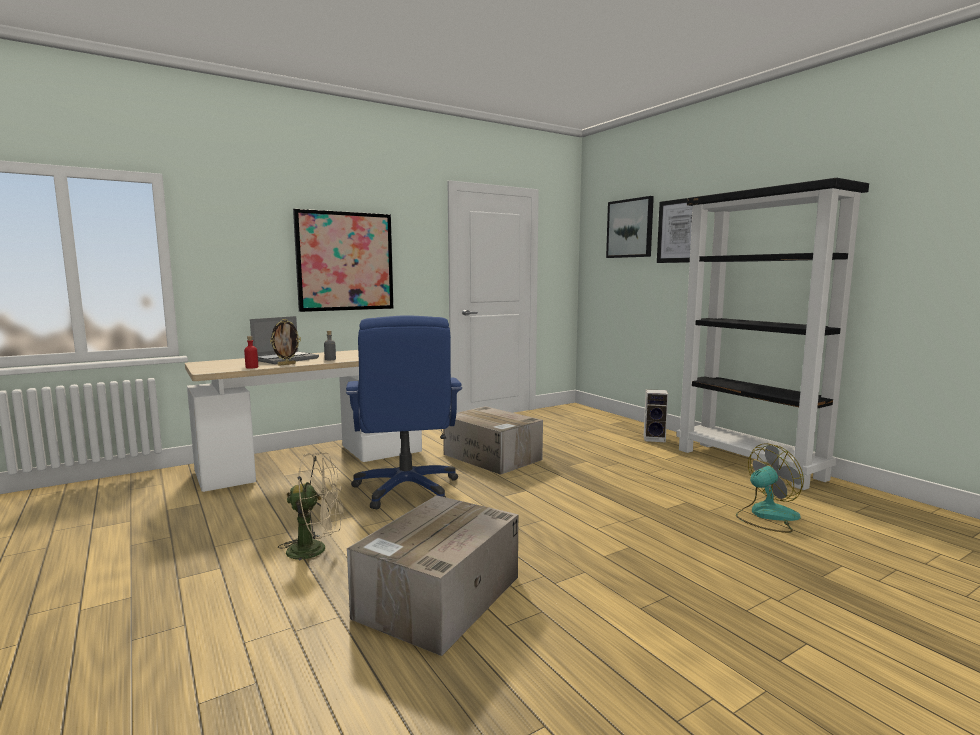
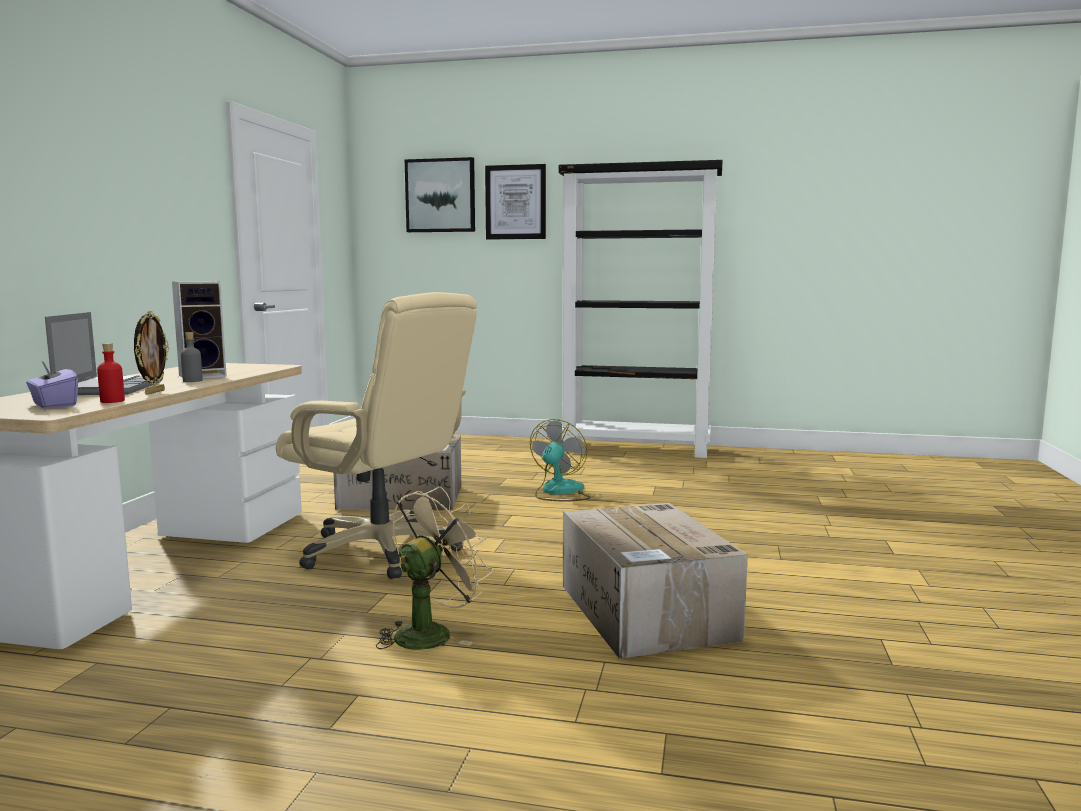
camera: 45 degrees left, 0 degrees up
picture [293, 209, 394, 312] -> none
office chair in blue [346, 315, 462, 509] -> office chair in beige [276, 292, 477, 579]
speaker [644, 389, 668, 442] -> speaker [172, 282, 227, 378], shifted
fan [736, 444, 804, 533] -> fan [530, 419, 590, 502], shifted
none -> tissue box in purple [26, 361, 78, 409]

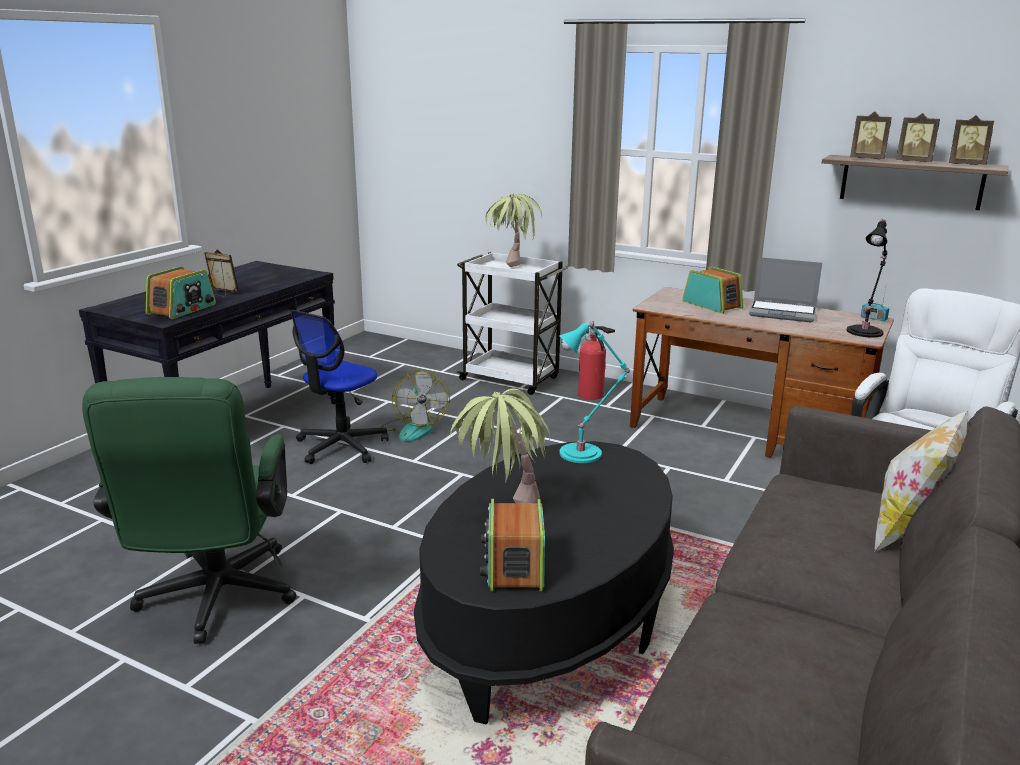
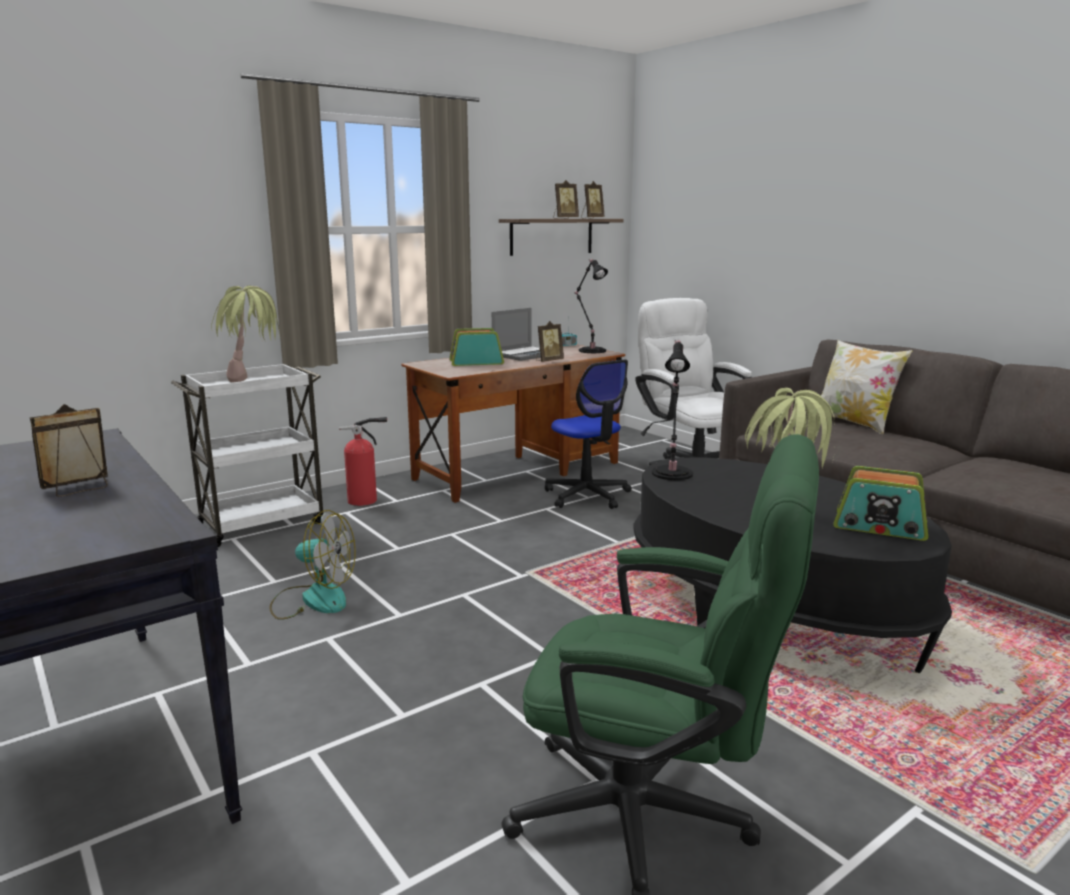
camera: 65 degrees left, 5 degrees down
radio [146, 266, 216, 319] -> none
office chair [290, 310, 389, 464] -> office chair [545, 360, 632, 509], shifted
table lamp in turquoise [559, 321, 630, 463] -> table lamp in black [652, 340, 693, 480]
picture frame [850, 111, 892, 159] -> picture frame [536, 321, 564, 362], shifted

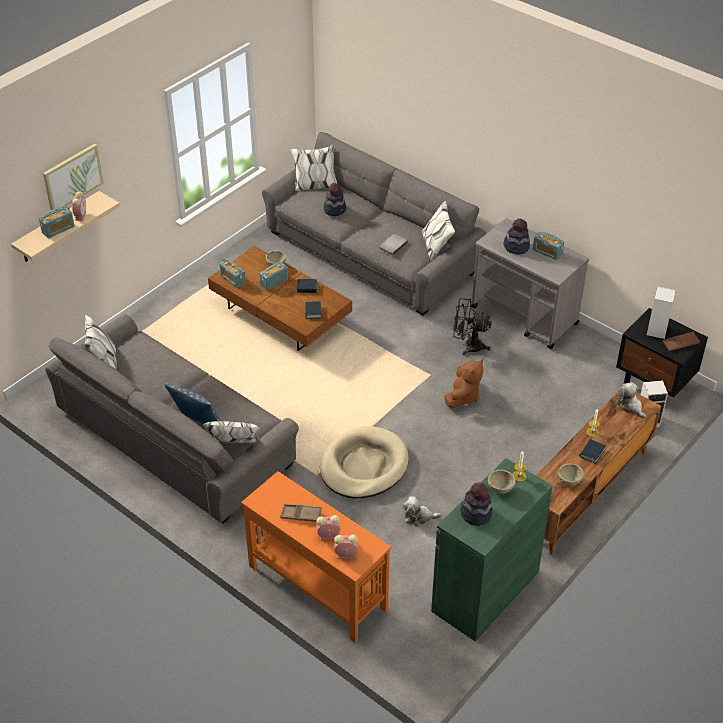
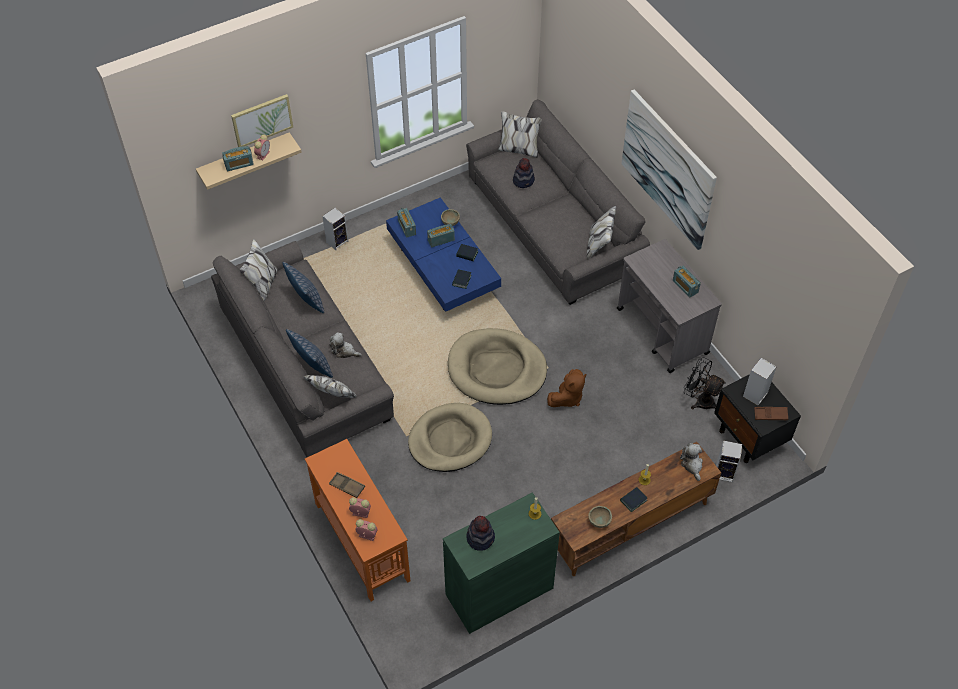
camera: 20 degrees right, 10 degrees up
coffee table in brown [208, 246, 352, 351] -> coffee table in blue [386, 197, 501, 312]
book in grey [379, 234, 408, 256] -> none
plush toy [403, 496, 442, 526] -> plush toy [330, 332, 362, 358], shifted
fan in black [453, 298, 492, 355] -> fan in black [684, 357, 726, 409], shifted
bowl in beige [488, 470, 515, 494] -> none
hat [503, 218, 530, 255] -> none
none -> pillow [282, 262, 324, 313]
none -> speaker [322, 208, 348, 250]
none -> dog bed in beige [448, 328, 547, 405]
none -> picture [621, 90, 717, 250]

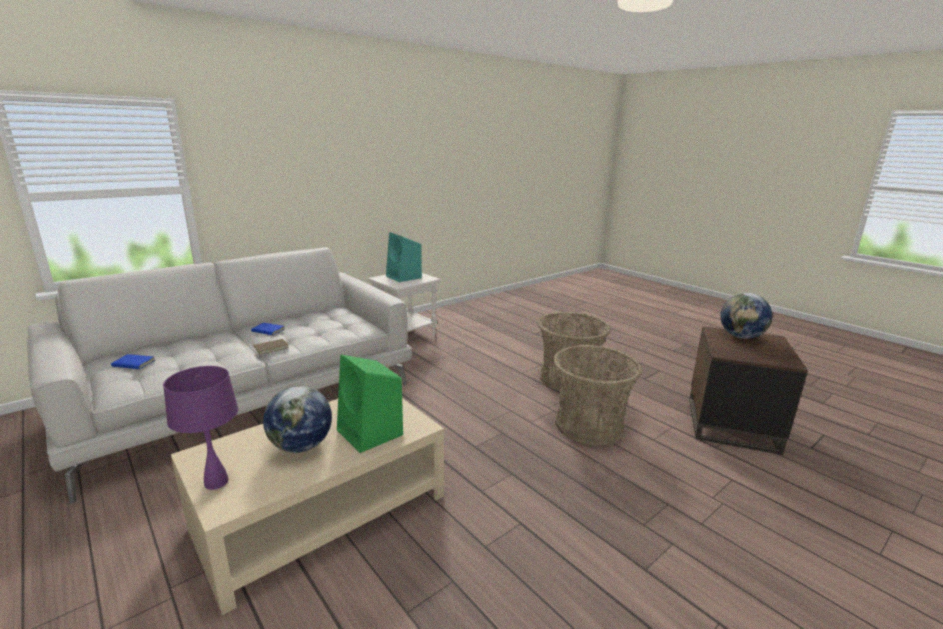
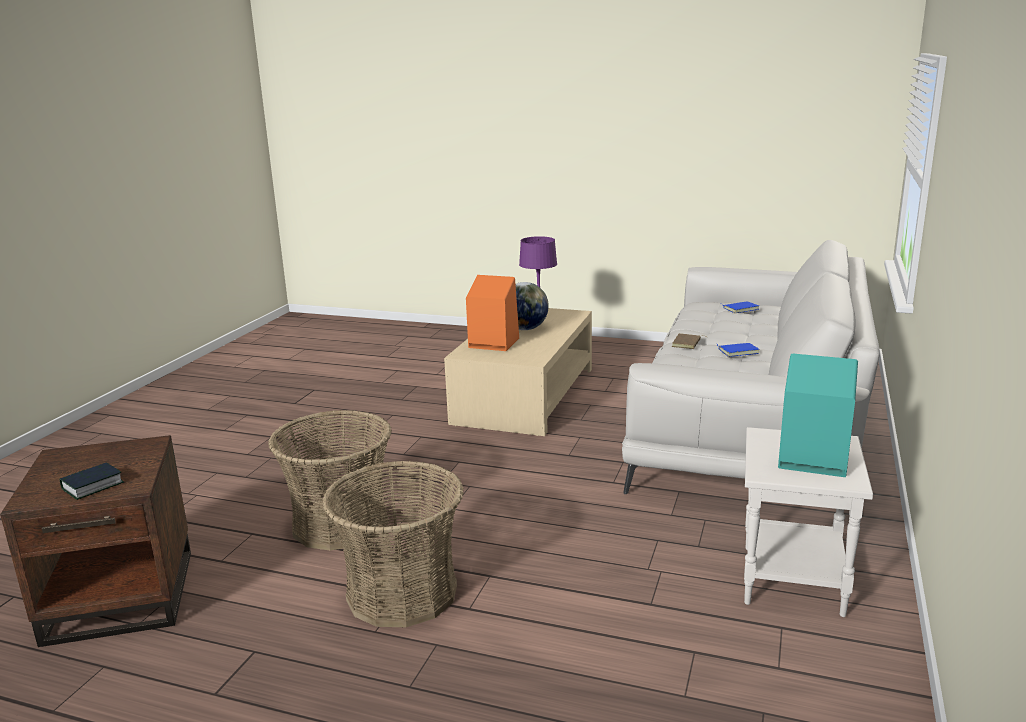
camera: 150 degrees right, 0 degrees up
speaker in green [337, 355, 403, 453] -> speaker in orange [466, 275, 519, 351]
globe [720, 293, 772, 339] -> book [60, 462, 124, 500]

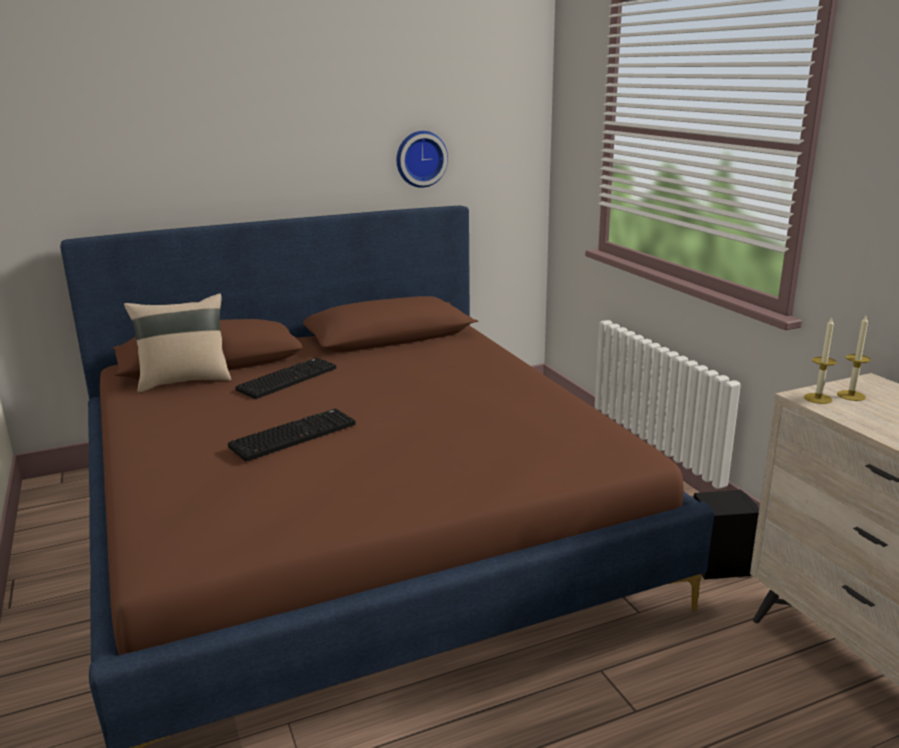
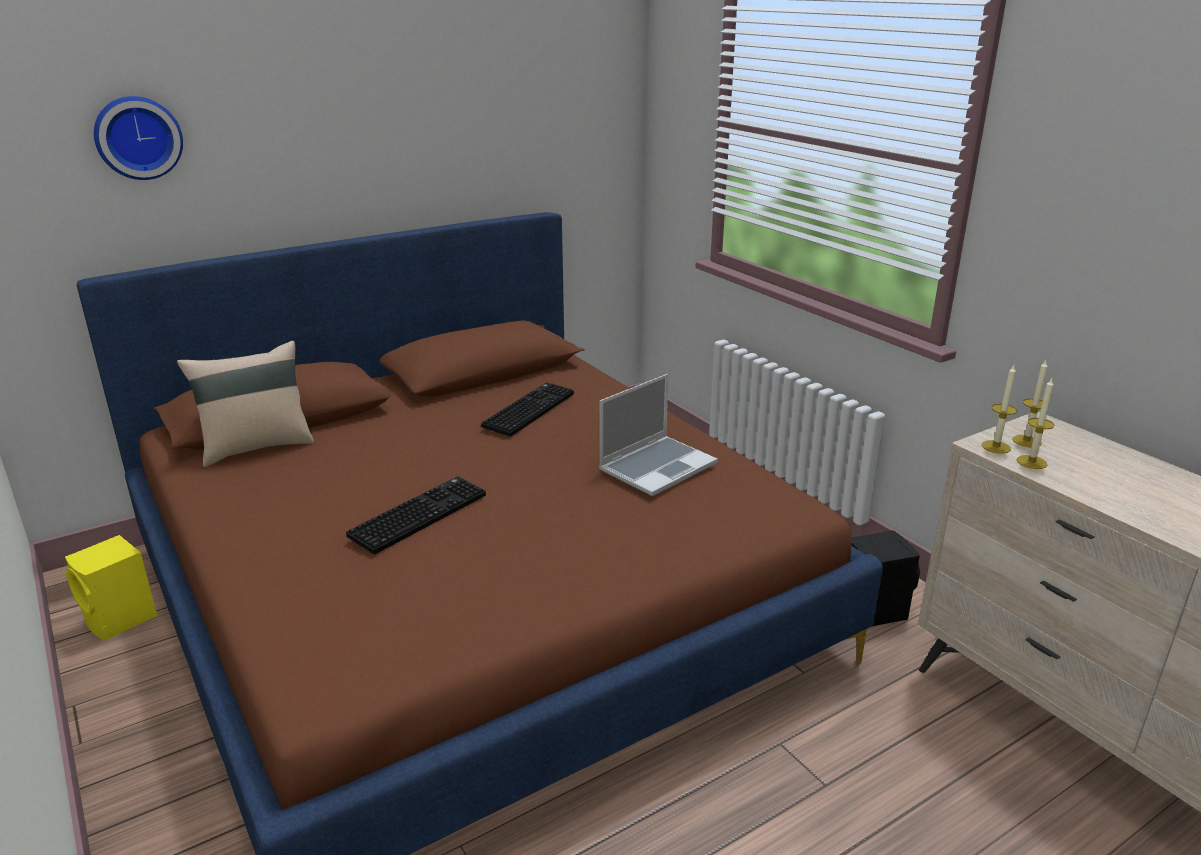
camera: 10 degrees left, 5 degrees up
keyboard [235, 358, 336, 399] -> keyboard [481, 382, 574, 437], shifted
wall clock [397, 131, 448, 188] -> wall clock [94, 96, 183, 180], shifted
none -> speaker in yellow [65, 535, 157, 641]
none -> laptop [599, 374, 718, 496]
none -> candle [1017, 378, 1055, 469]

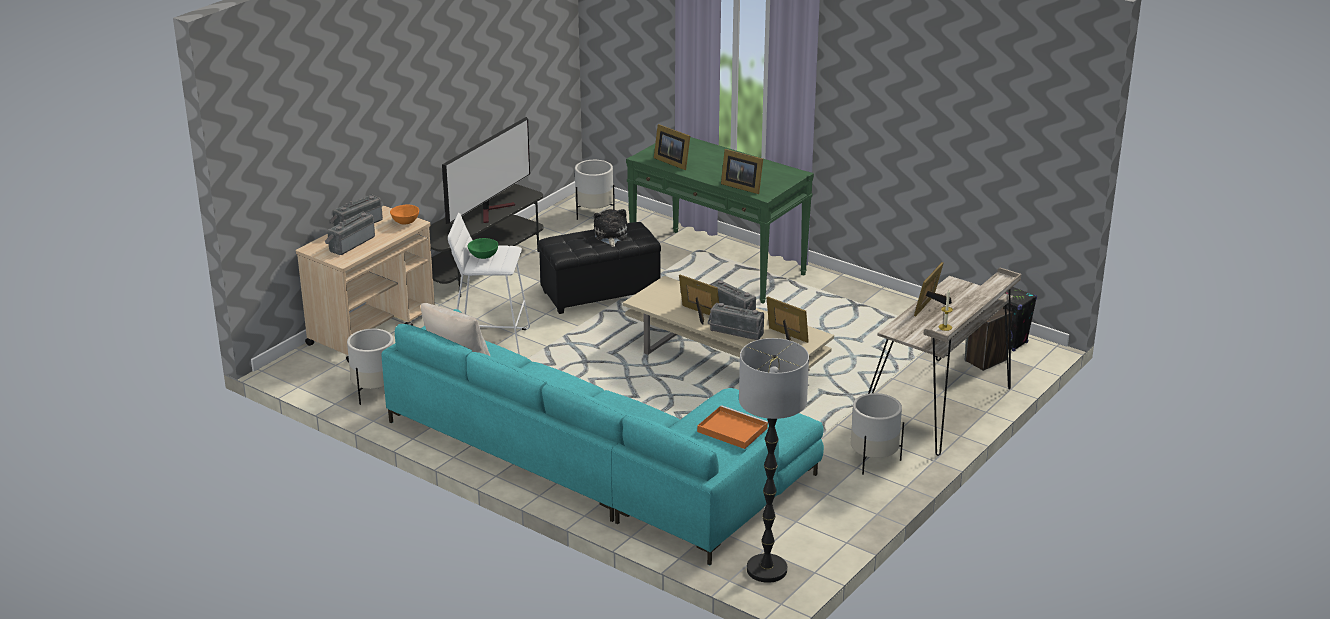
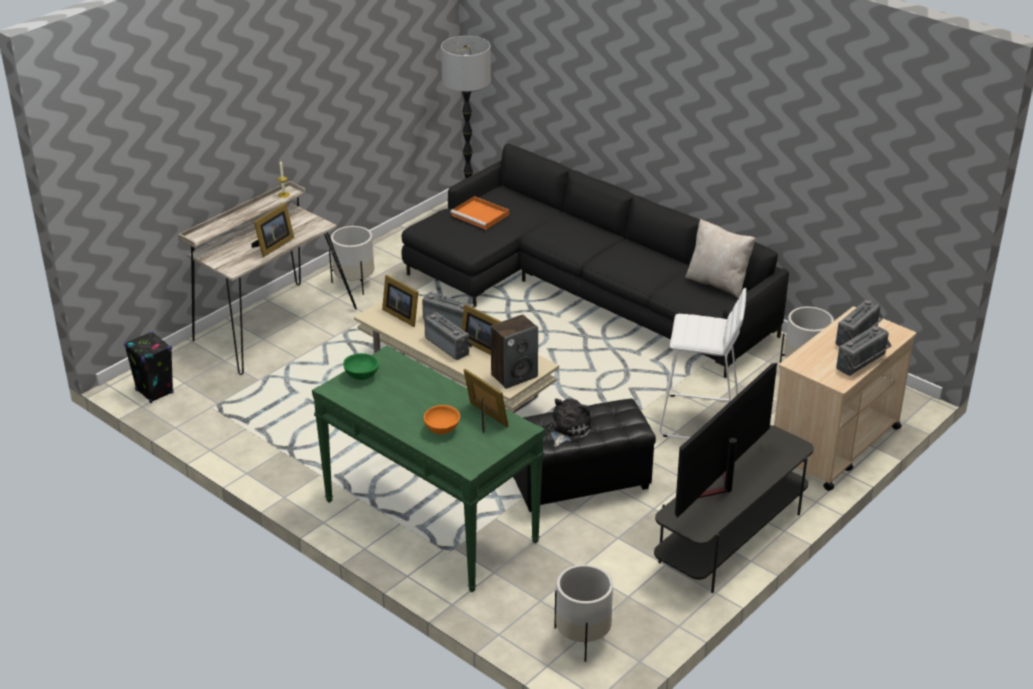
camera: 175 degrees left, 5 degrees up
sofa in turquoise [381, 309, 824, 565] -> sofa in black [401, 143, 789, 378]
bowl in orange [390, 205, 419, 224] -> bowl in orange [424, 405, 460, 434], shifted
bowl in green [468, 238, 498, 259] -> bowl in green [343, 353, 379, 380], shifted
plush toy [594, 209, 628, 247] -> plush toy [548, 399, 592, 447], 150 degrees counterclockwise
picture frame [721, 149, 763, 194] -> none
speaker [965, 307, 1013, 371] -> speaker [491, 314, 538, 389], shifted

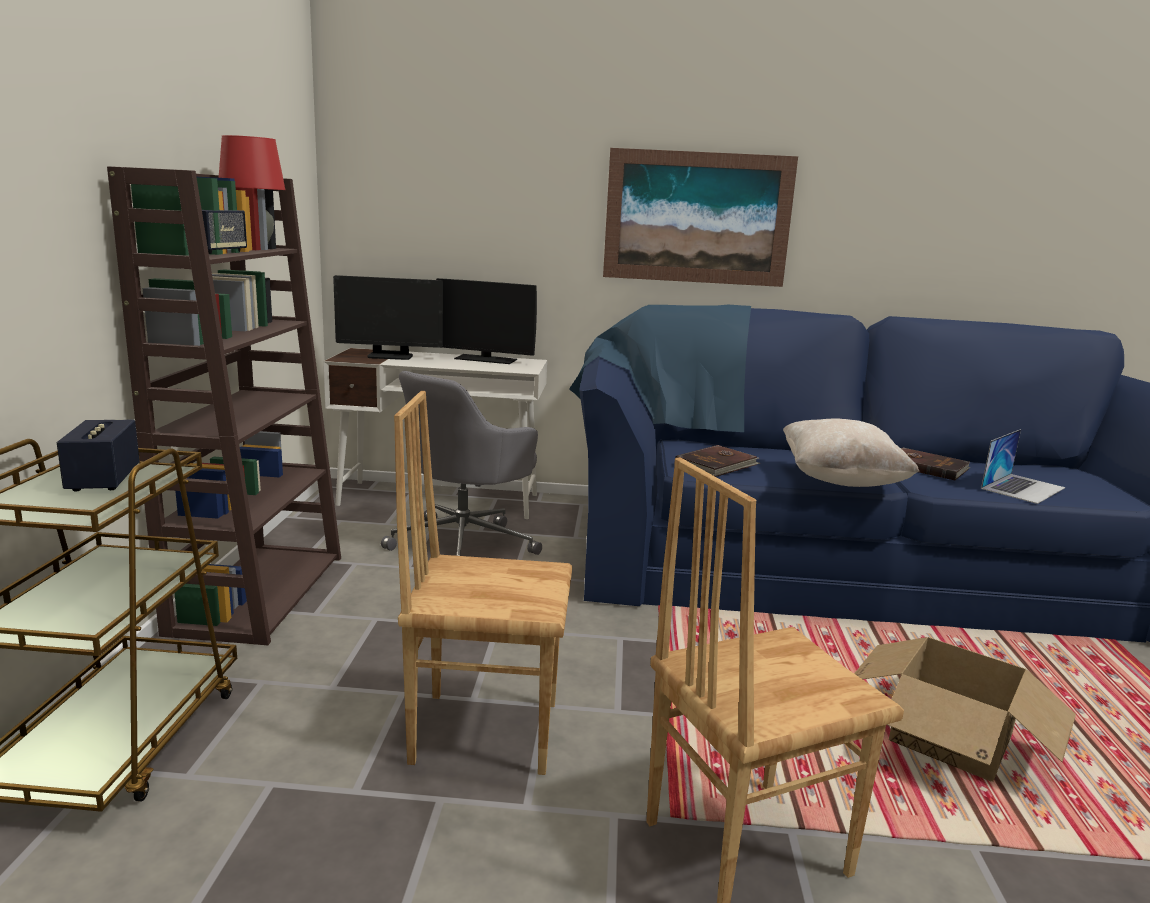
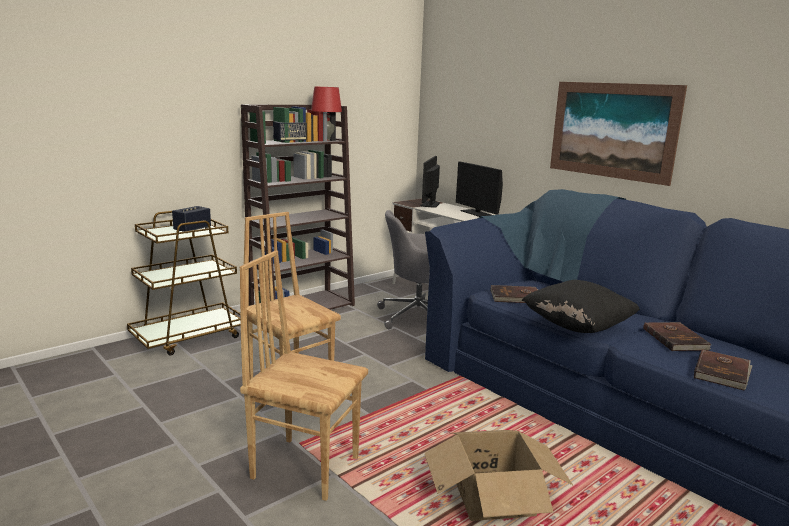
camera: 45 degrees right, 0 degrees up
monitor [333, 275, 443, 360] -> monitor [421, 156, 440, 208], 60 degrees clockwise
pillow in beige [783, 419, 919, 487] -> pillow in black [521, 280, 640, 333]
laptop [981, 429, 1065, 504] -> book in brown [694, 349, 753, 391]

